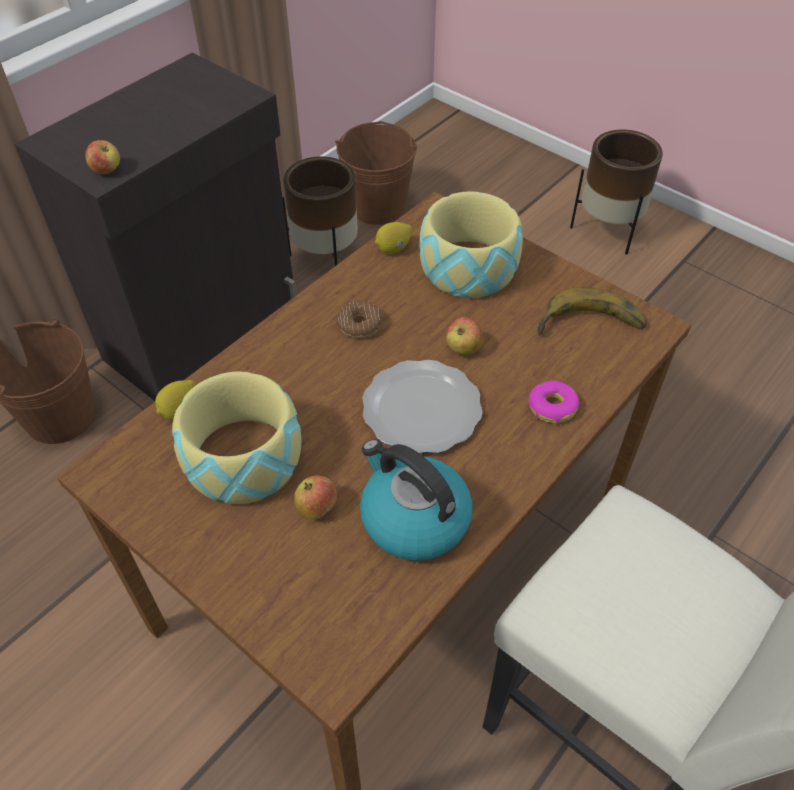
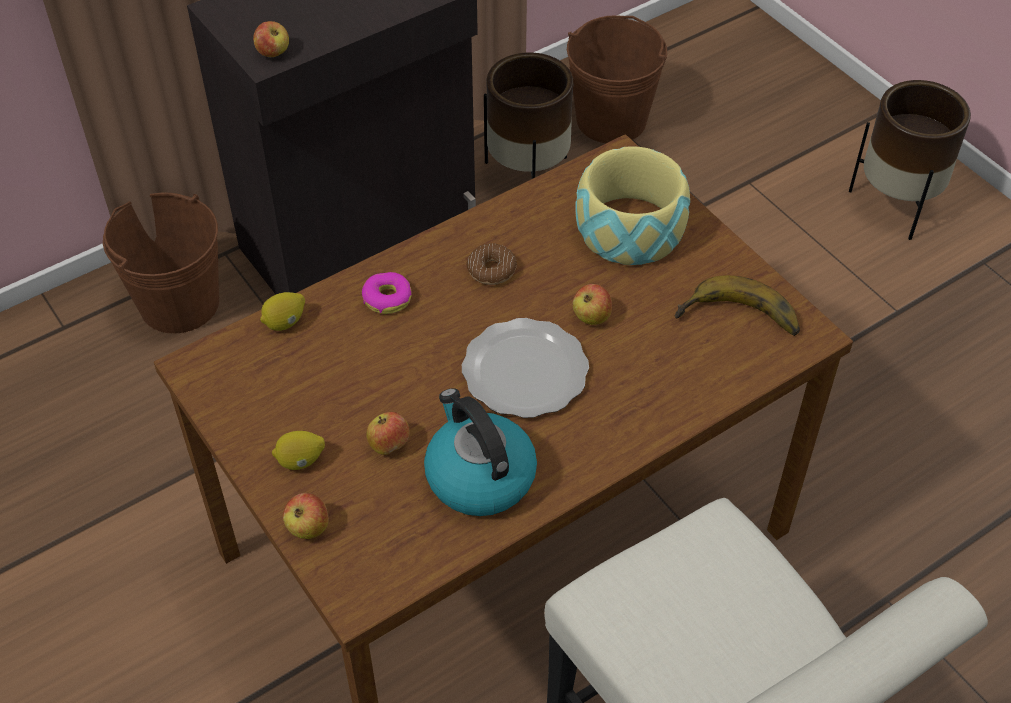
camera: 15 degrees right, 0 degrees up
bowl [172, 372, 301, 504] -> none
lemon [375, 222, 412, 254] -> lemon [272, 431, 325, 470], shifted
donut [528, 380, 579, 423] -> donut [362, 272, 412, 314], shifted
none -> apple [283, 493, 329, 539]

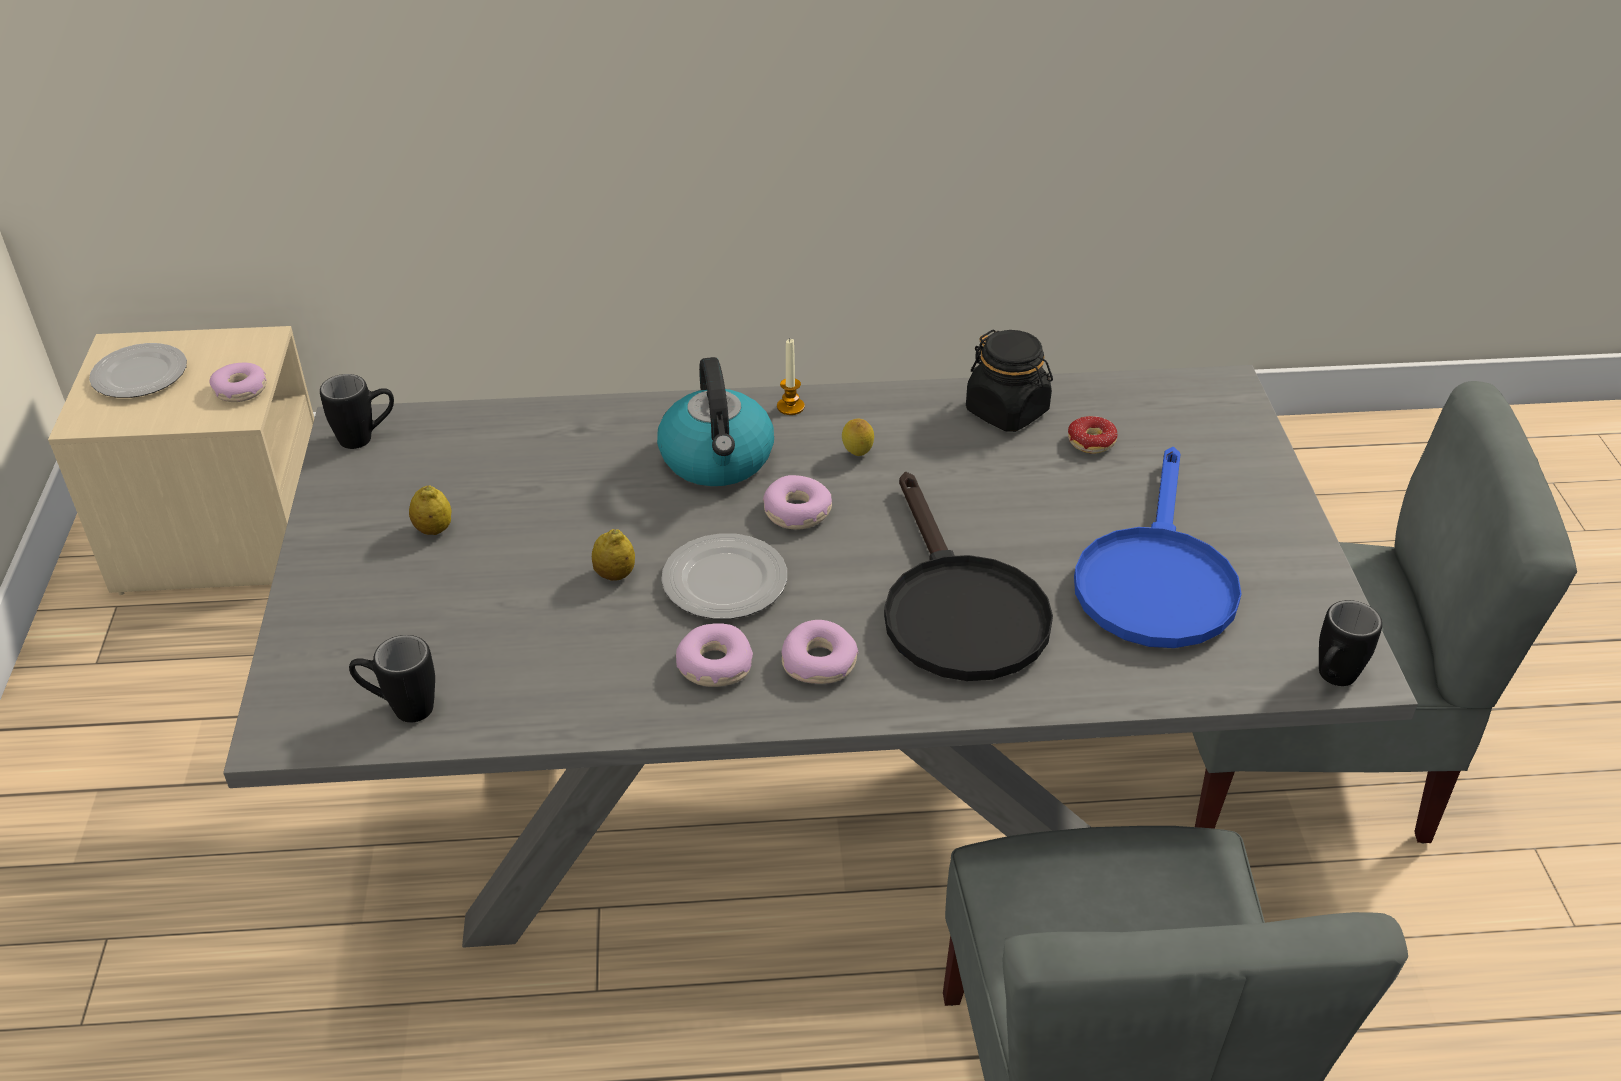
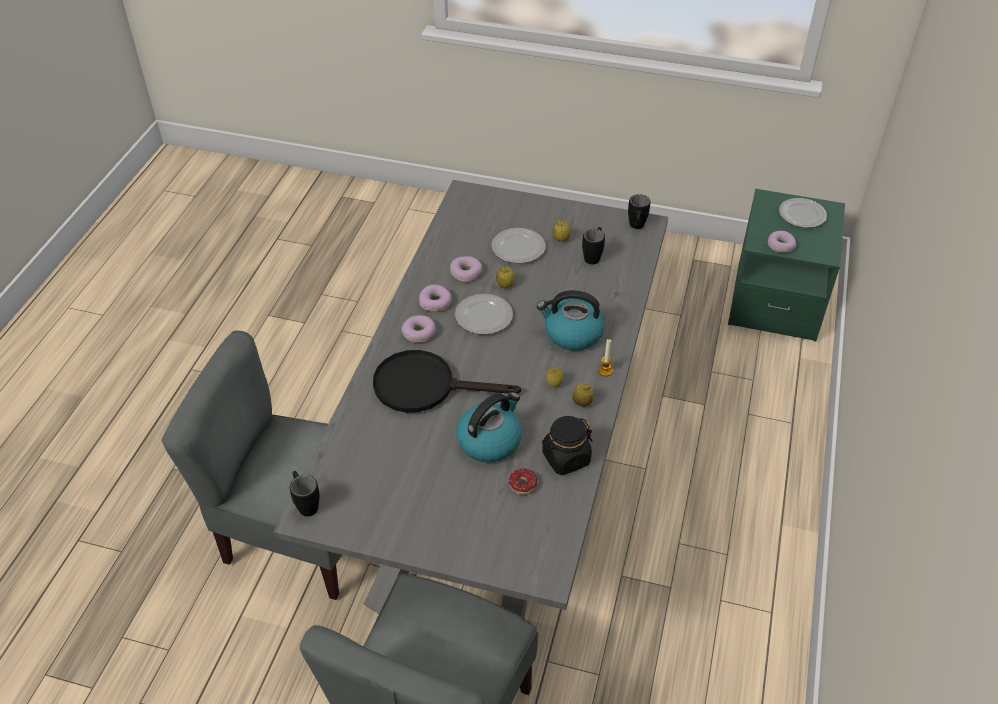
camera: 110 degrees right, 5 degrees up
nightstand in beige [48, 326, 315, 595] -> nightstand in green [728, 189, 845, 341]
mug in black [349, 635, 435, 722] -> mug in black [582, 227, 605, 265], shifted
donut [763, 475, 832, 529] -> donut [450, 256, 482, 282], shifted
frying pan in blue [1074, 447, 1242, 648] -> none
none -> kettle [456, 392, 522, 462]
none -> plate [491, 228, 546, 264]
none -> lemon [572, 382, 594, 407]

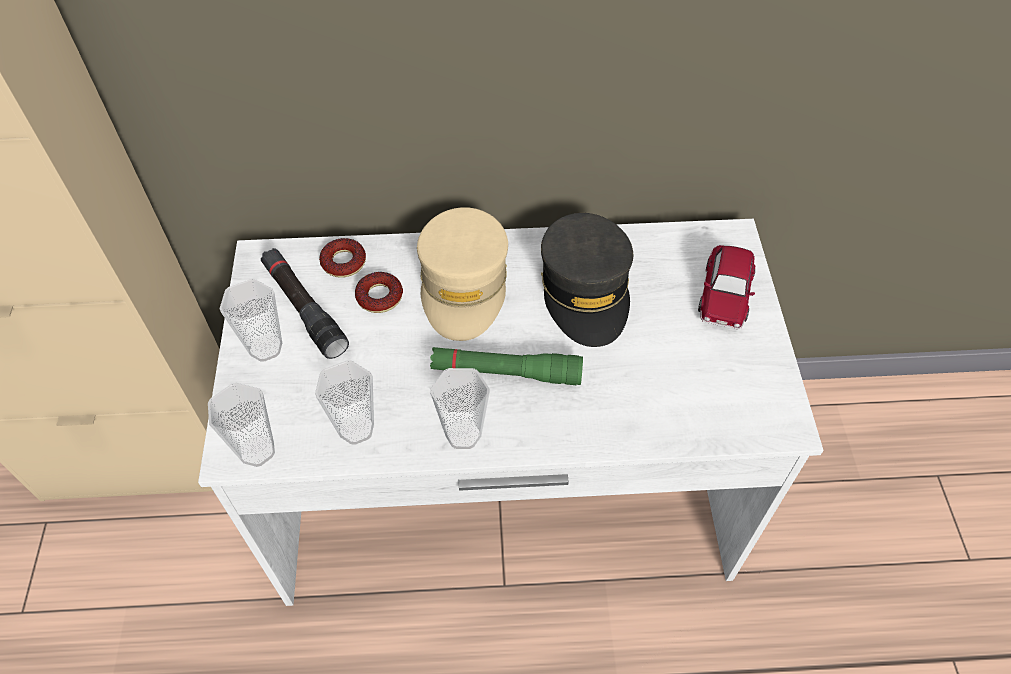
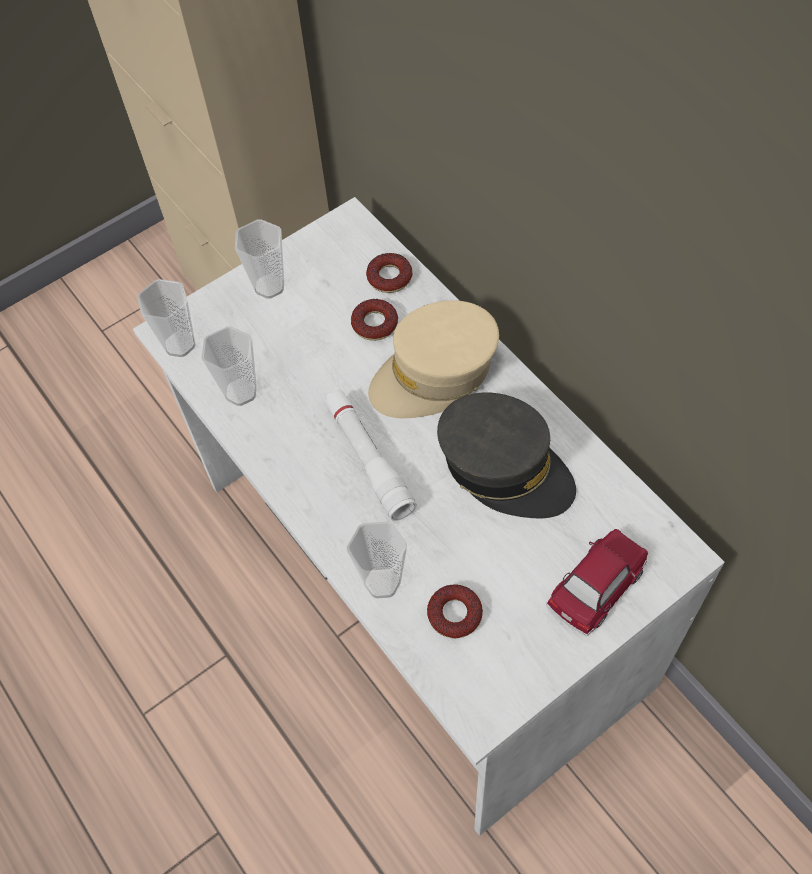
camera: 60 degrees right, 5 degrees up
flashlight in black [261, 248, 349, 359] -> none
flashlight in green [430, 347, 583, 385] -> flashlight in white [325, 389, 417, 521]
cup [430, 368, 490, 449] -> cup [347, 521, 407, 598], shifted
cap in grey [541, 213, 633, 347] -> cap in grey [437, 392, 576, 518], 105 degrees counterclockwise
toy car [698, 245, 755, 329] -> toy car [546, 529, 648, 636], 150 degrees clockwise
none -> donut [427, 584, 483, 638]

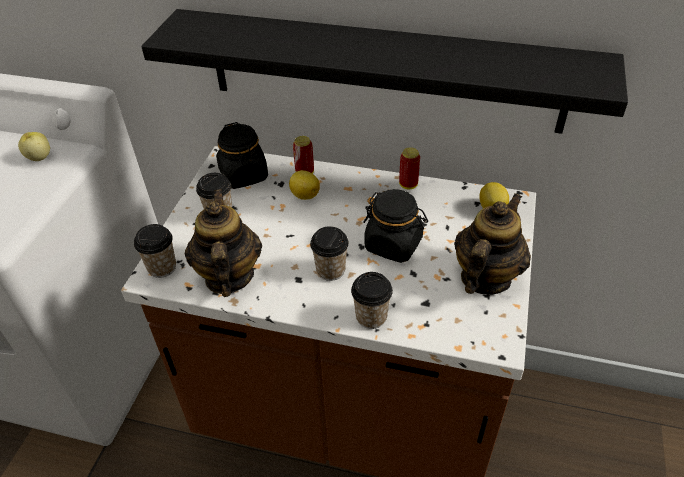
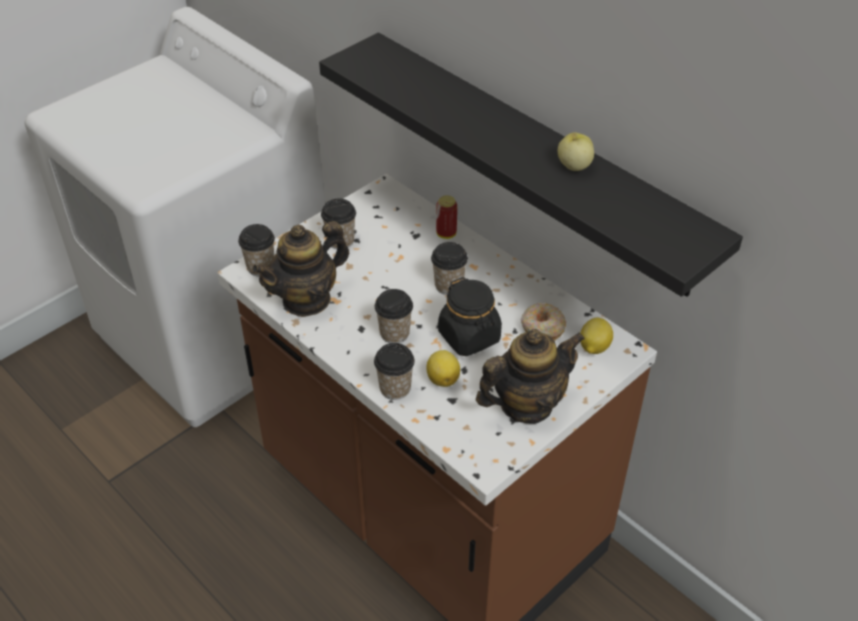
camera: 30 degrees right, 0 degrees up
apple [18, 132, 50, 161] -> apple [558, 132, 594, 171], shifted
teapot [185, 190, 262, 297] -> teapot [252, 221, 349, 317], 150 degrees counterclockwise
jar in black [216, 122, 268, 189] -> none
lemon [289, 170, 320, 200] -> lemon [427, 350, 460, 387], shifted
can [399, 147, 420, 189] -> none
none -> cup [431, 242, 468, 295]
none -> donut [521, 303, 566, 341]

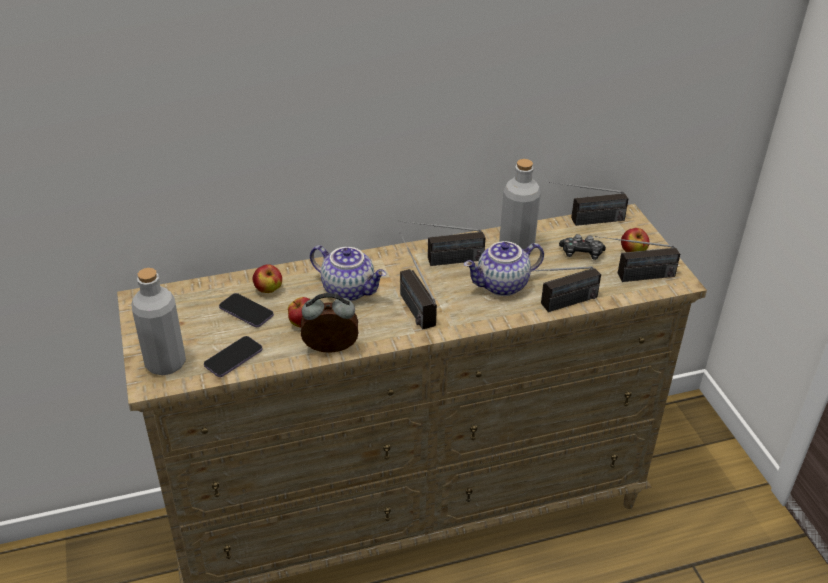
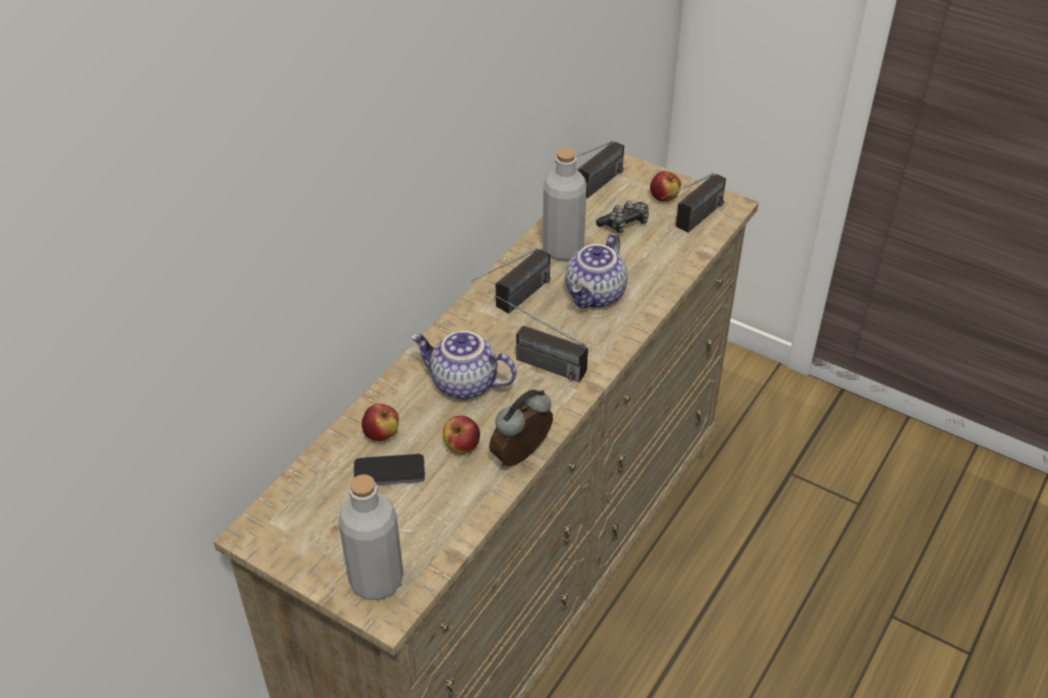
camera: 40 degrees left, 5 degrees up
phone [204, 336, 263, 377] -> none
teapot [310, 245, 386, 301] -> teapot [410, 331, 517, 400], 150 degrees counterclockwise
radio [518, 266, 601, 312] -> none

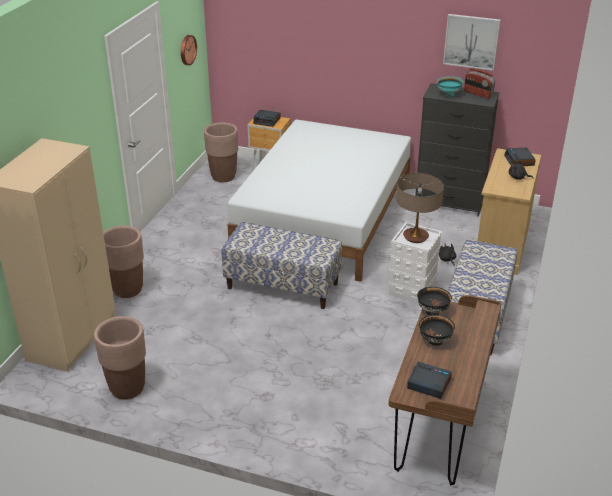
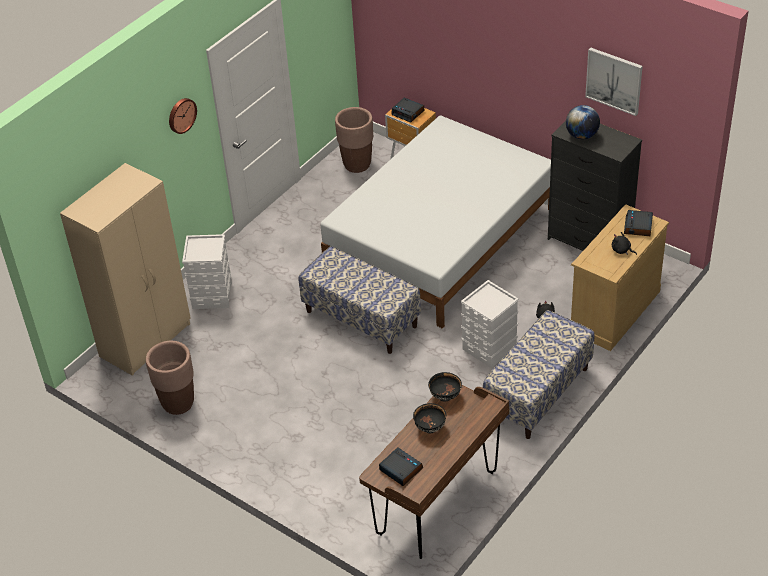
camera: 20 degrees right, 10 degrees up
planter in brown [103, 225, 144, 298] -> storage box in white [182, 234, 232, 309]
wall clock [181, 35, 197, 66] -> wall clock [169, 98, 197, 134], shifted
table lamp [396, 173, 444, 243] -> none
bowl in turquoise [437, 76, 464, 97] -> globe [566, 105, 600, 139]
radio [464, 68, 495, 99] -> none

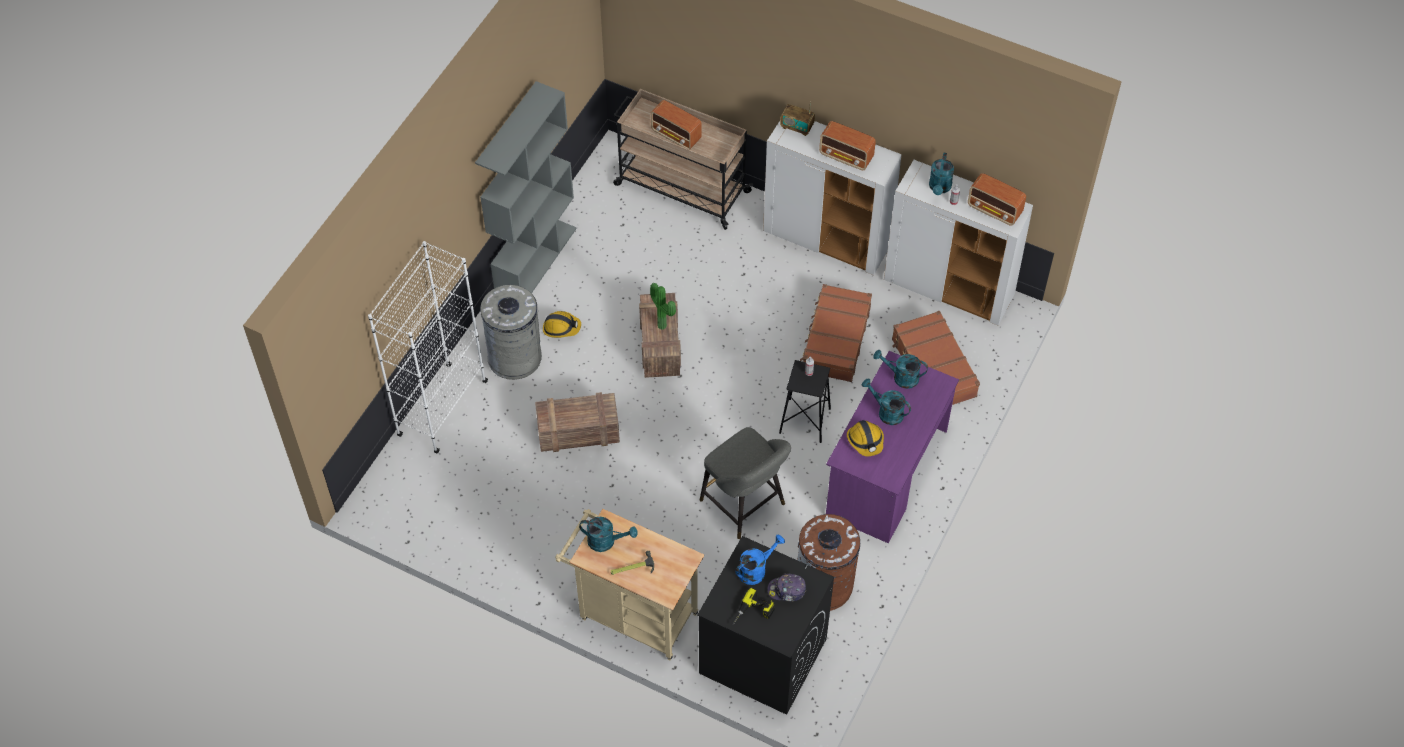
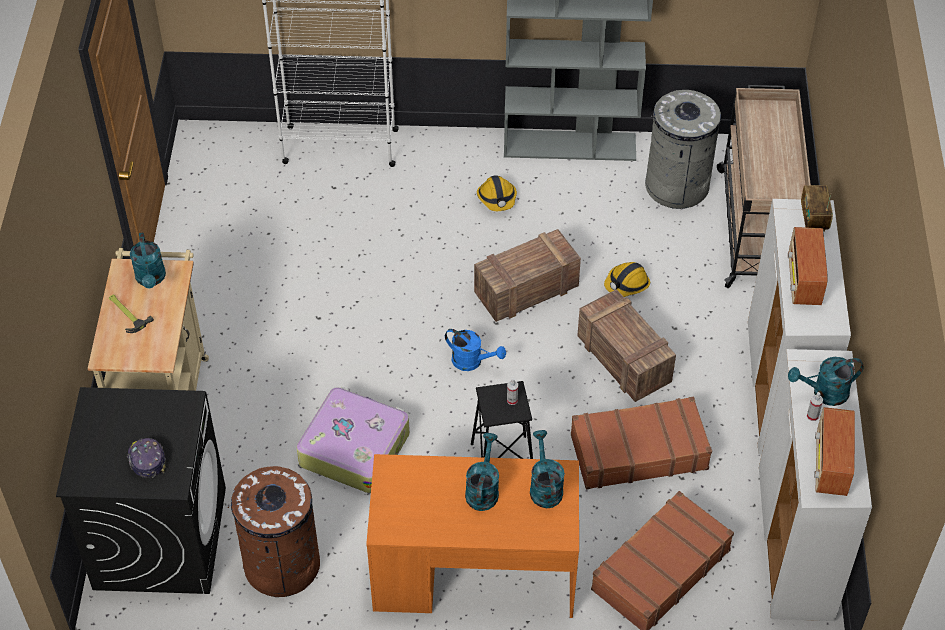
camera: 65 degrees right, 5 degrees down
trash can in grey [480, 285, 542, 380] -> trash can in grey [645, 90, 721, 209], shifted
crate [535, 392, 620, 452] -> crate [577, 289, 676, 402], shifted
potted plant [650, 283, 676, 330] -> none
radio [651, 100, 702, 149] -> none
stool in grey [700, 427, 791, 539] -> suitcase [296, 387, 410, 493]
power drill [733, 588, 775, 625] -> none
watering can in blue [736, 534, 785, 585] -> watering can in blue [445, 329, 506, 371], shifted
desk in purple [826, 351, 959, 543] -> desk in orange [366, 454, 579, 618]
hard hat [847, 420, 884, 456] -> hard hat [604, 262, 650, 297], shifted

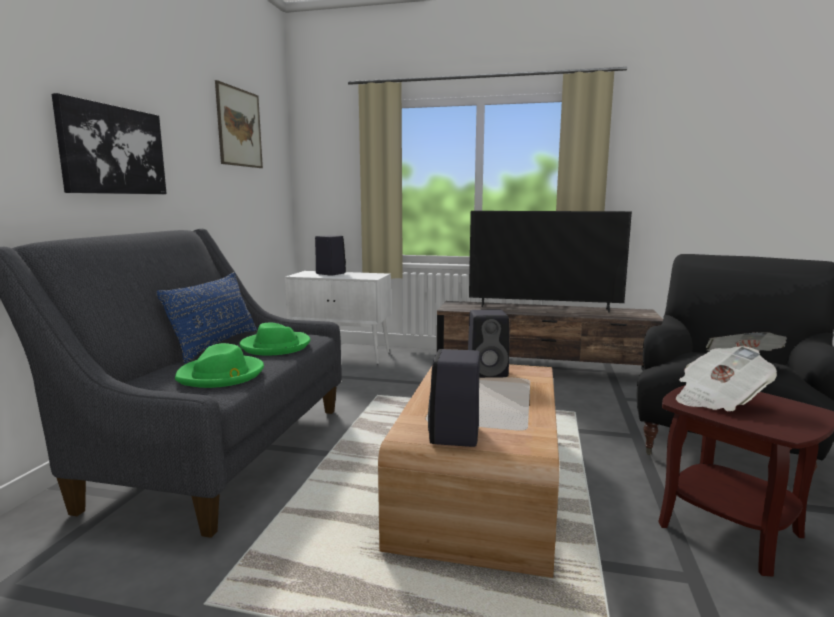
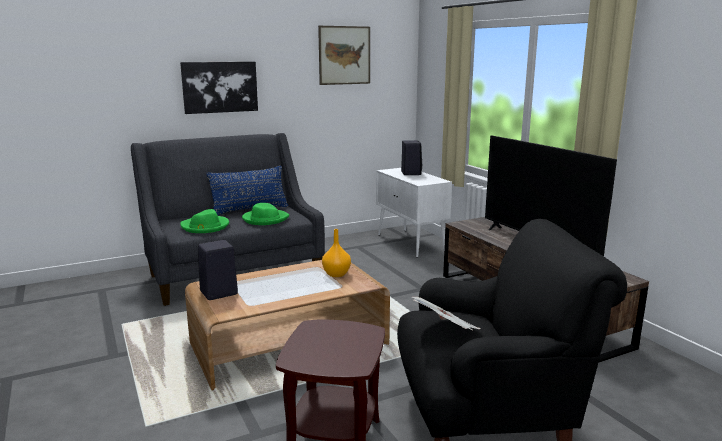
camera: 50 degrees right, 5 degrees up
speaker in black [468, 310, 509, 378] -> vase in orange [322, 229, 351, 277]
newspaper [676, 346, 777, 411] -> none

